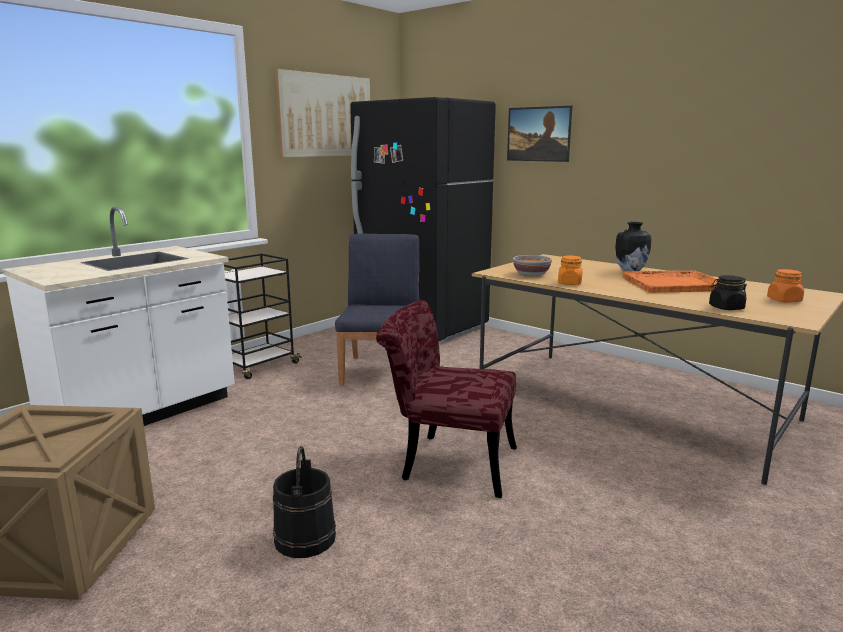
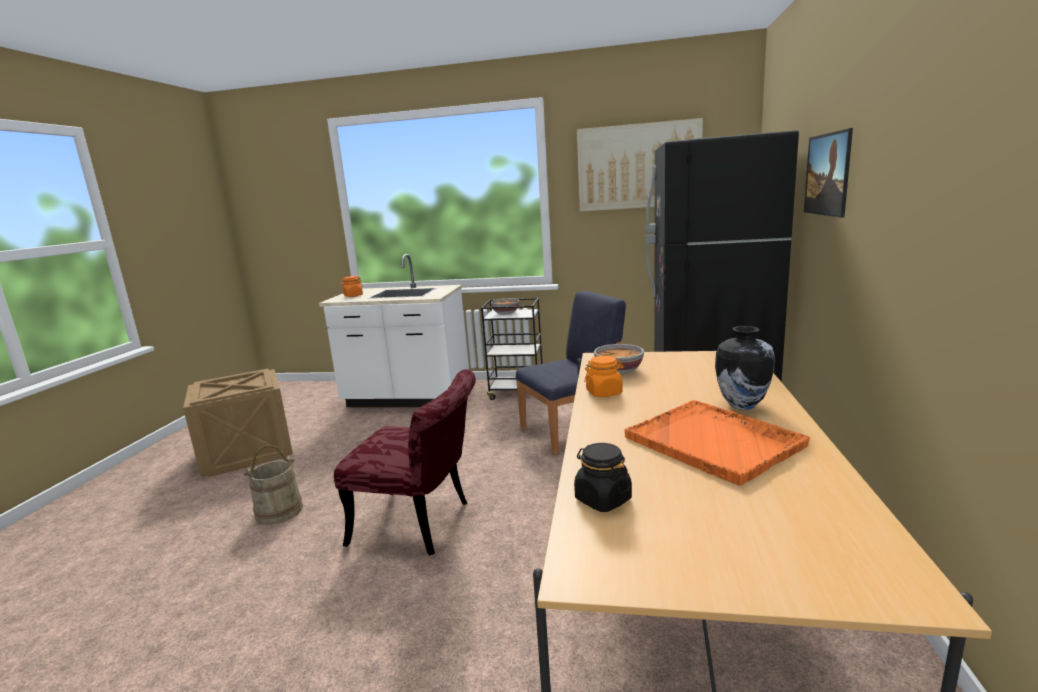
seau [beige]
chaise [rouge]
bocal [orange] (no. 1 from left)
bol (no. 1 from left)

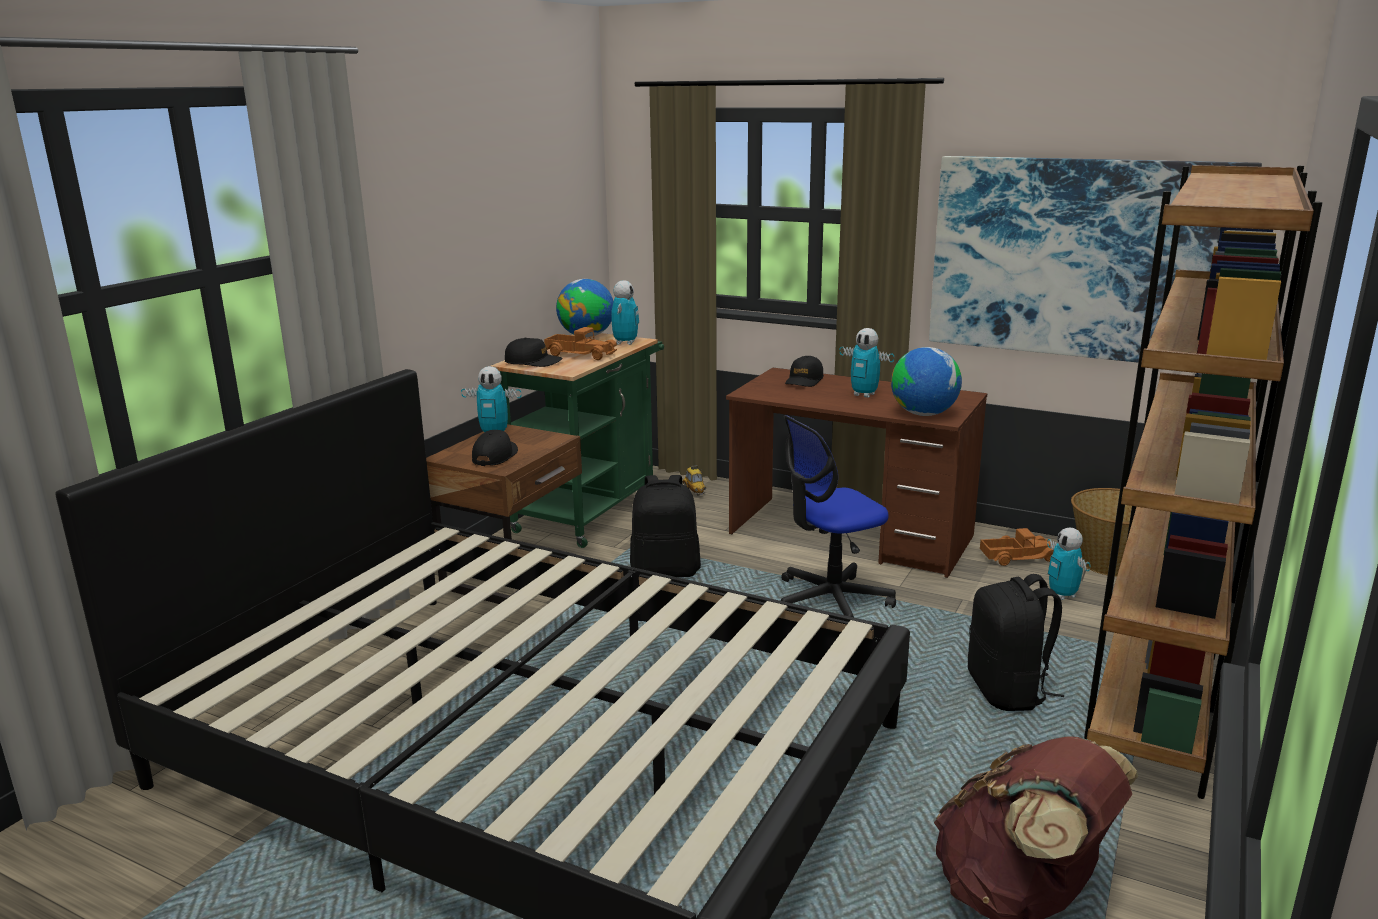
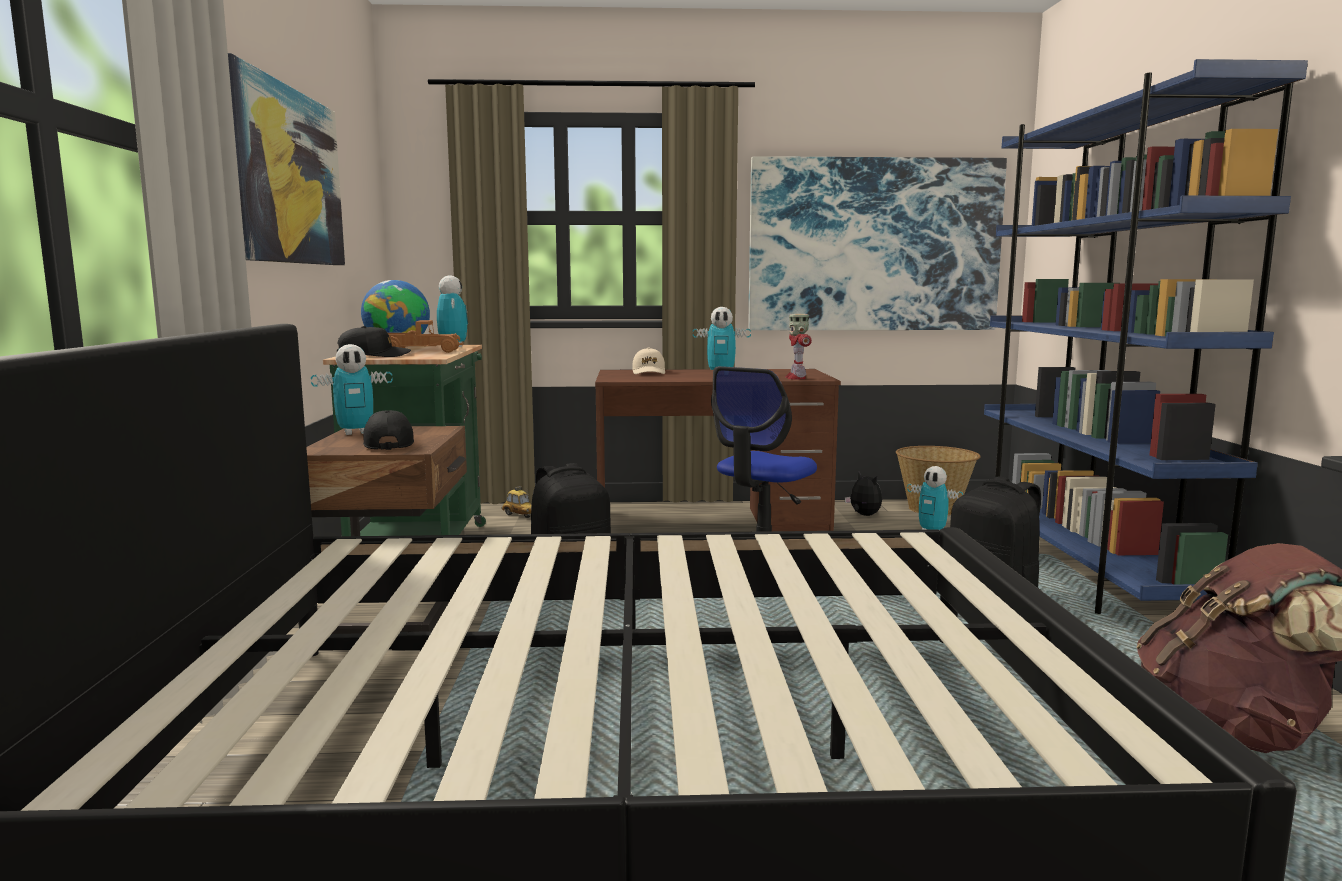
tableau (no. 1 from left)
casquette [beige]
robot jouet (no. 4 from left)
peluche
bibliothèque [bleu]

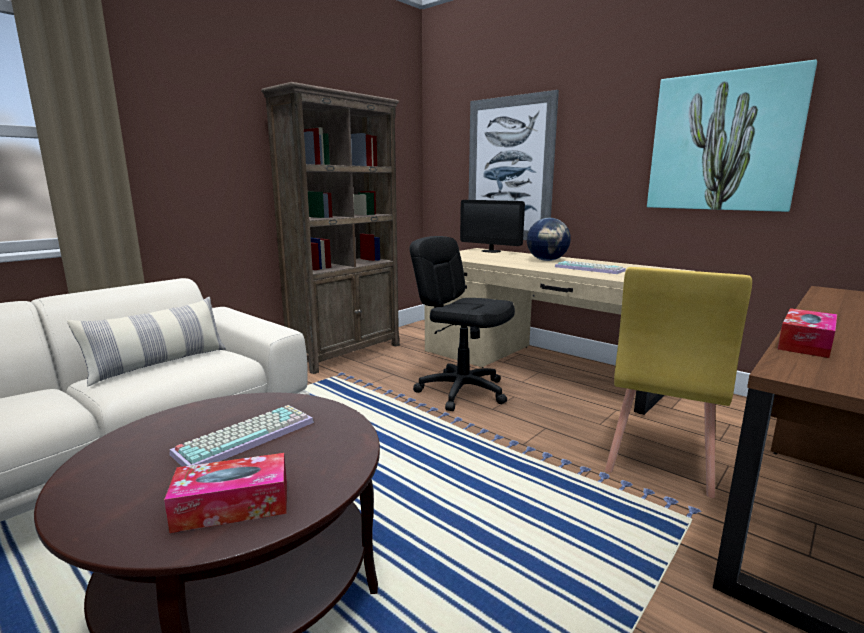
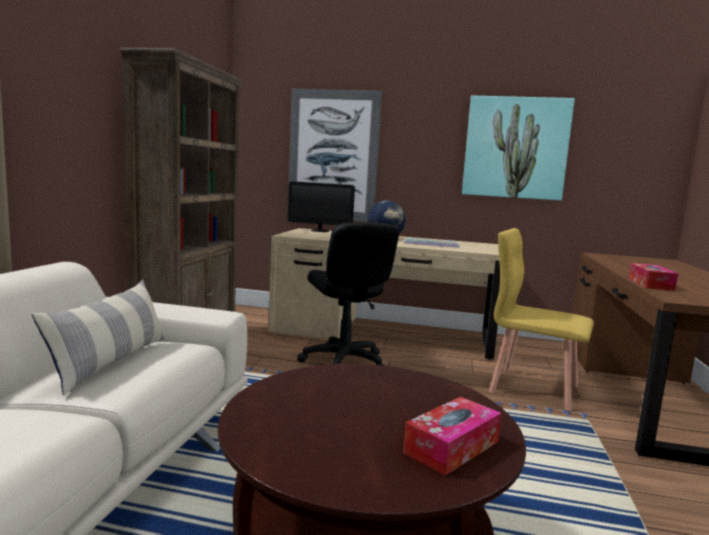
chaise de bureau [noir]
chaise [jaune]
clavier (no. 1 from left in the first image)

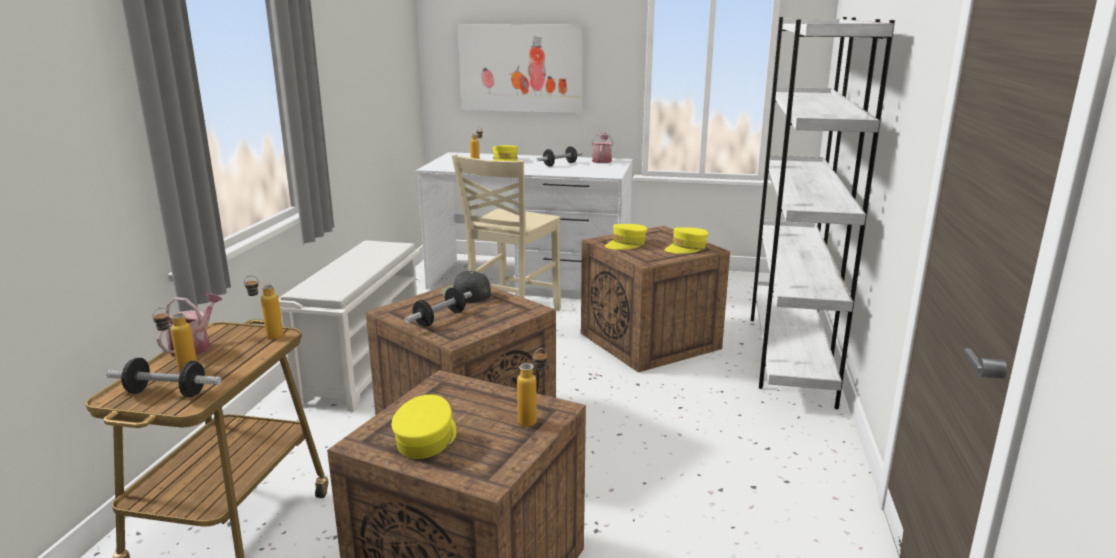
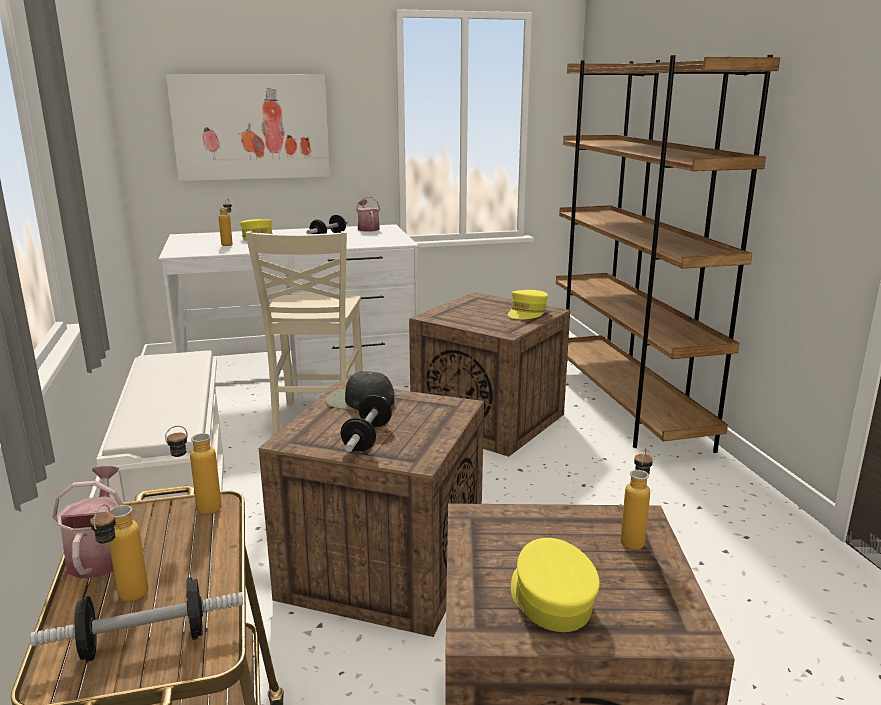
bibliothèque [marron]
casquette [jaune] (no. 3 from left in the first image)

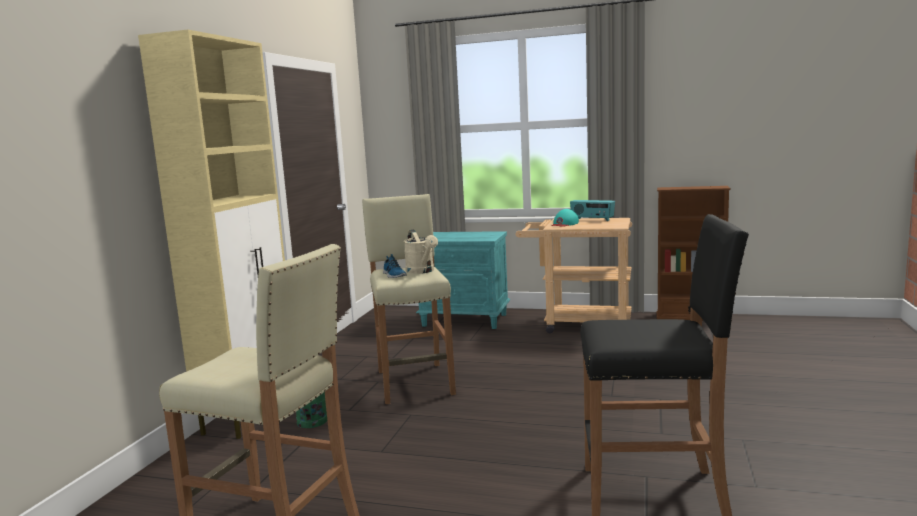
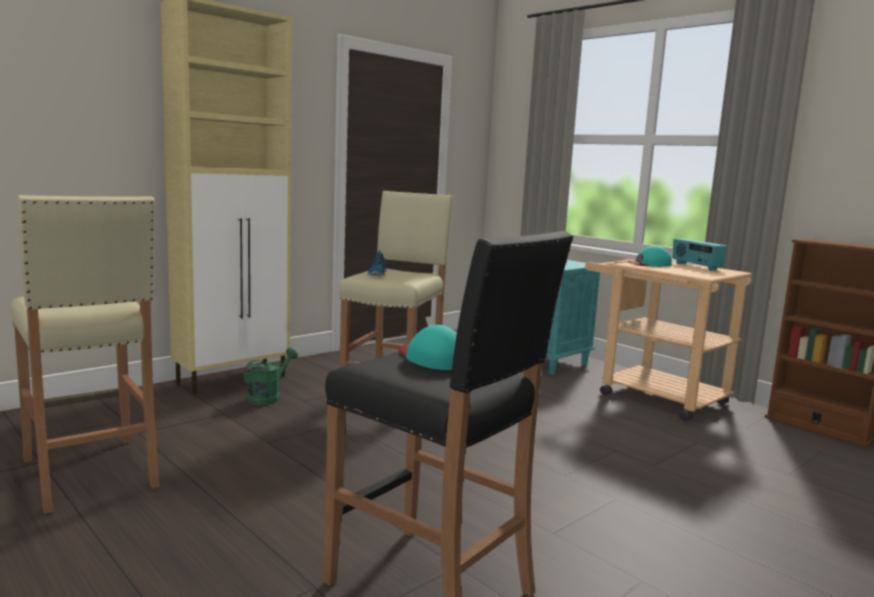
casquette [turquoise] (no. 1 from left)
arrosoir [beige]

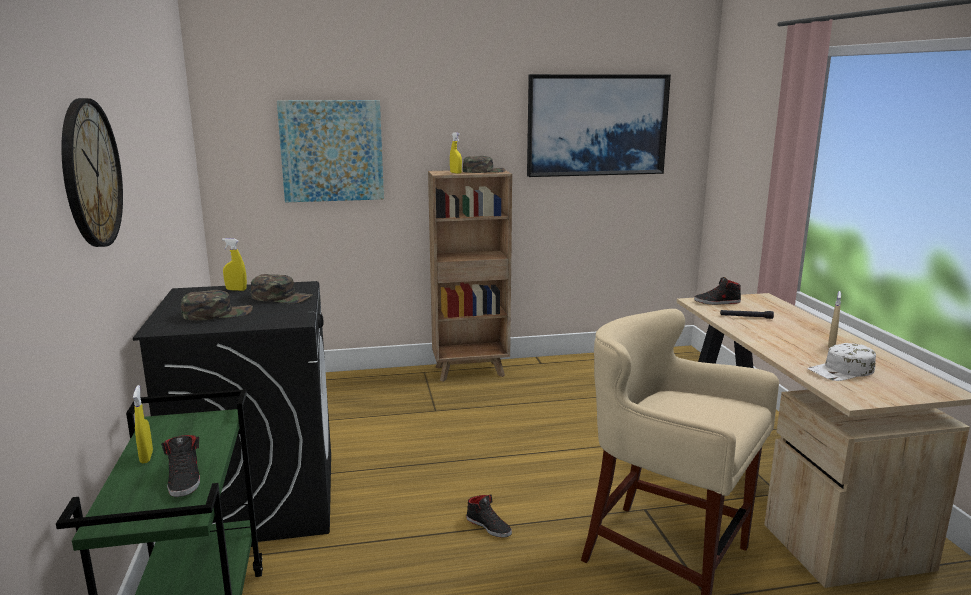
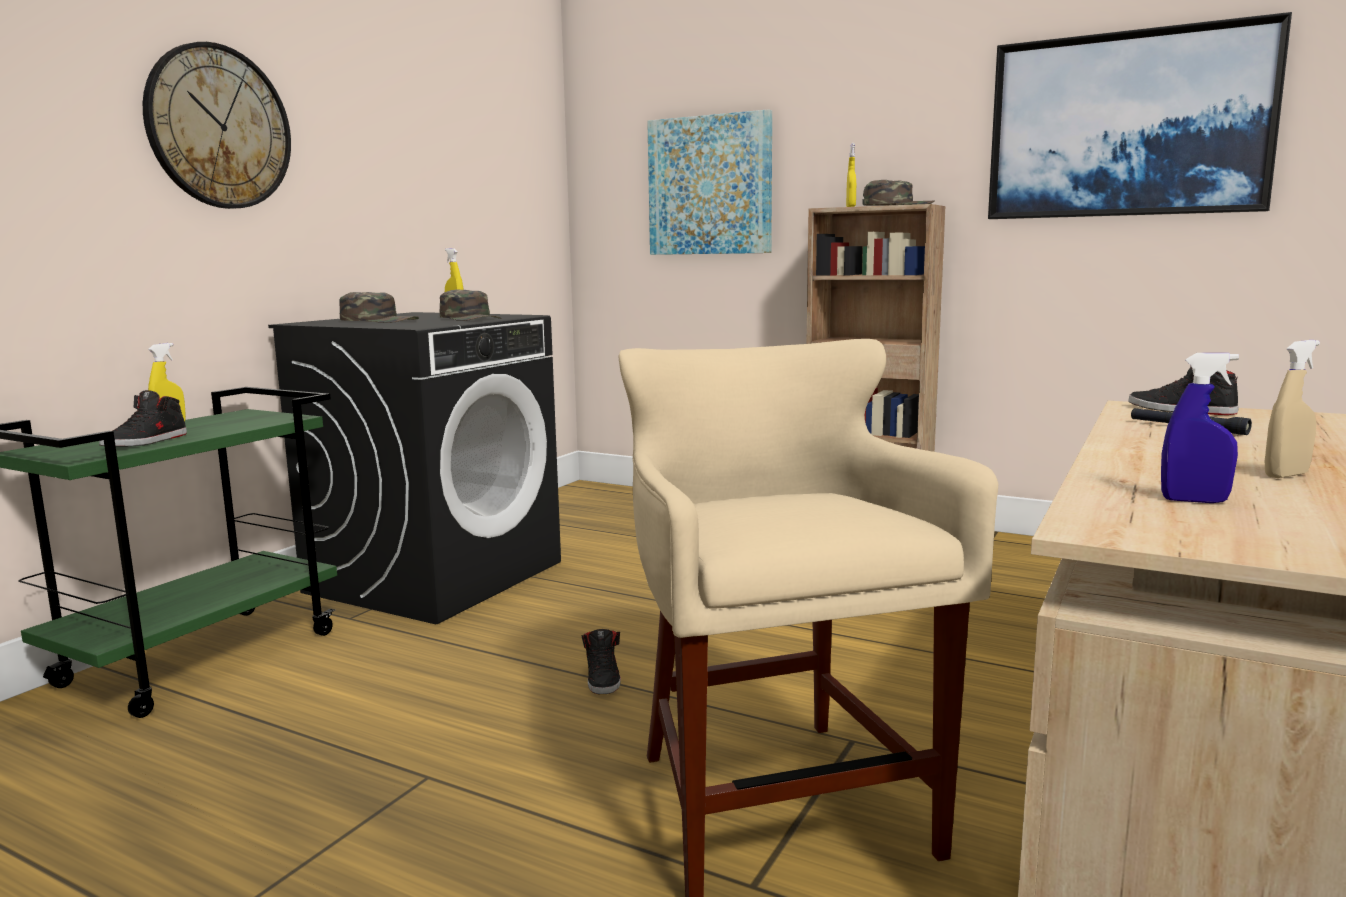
vaporisateur [bleu]

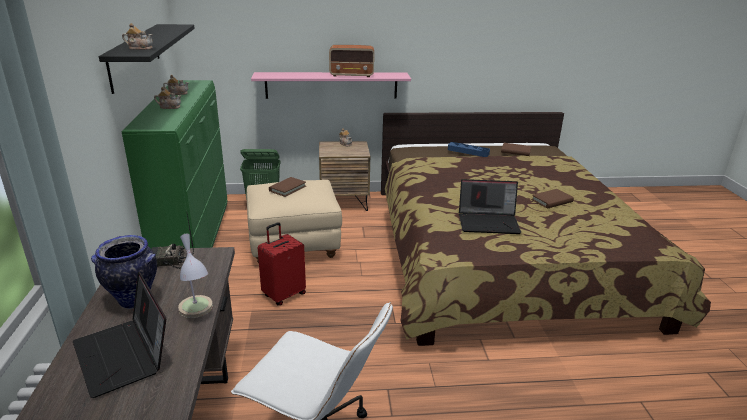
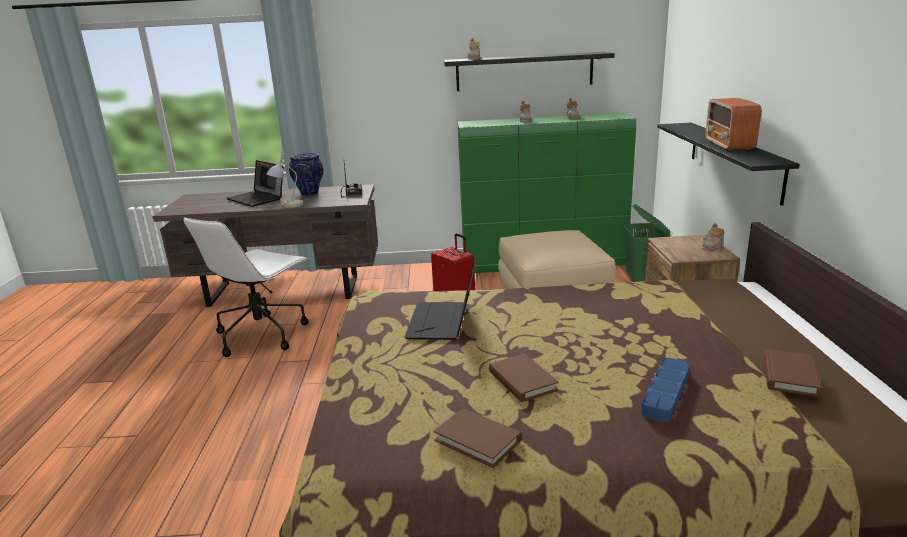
ordinateur portable (no. 1 from left)
livre [marron] (no. 1 from left)
plateau [bleu]
étagère [noir] (no. 2 from left)

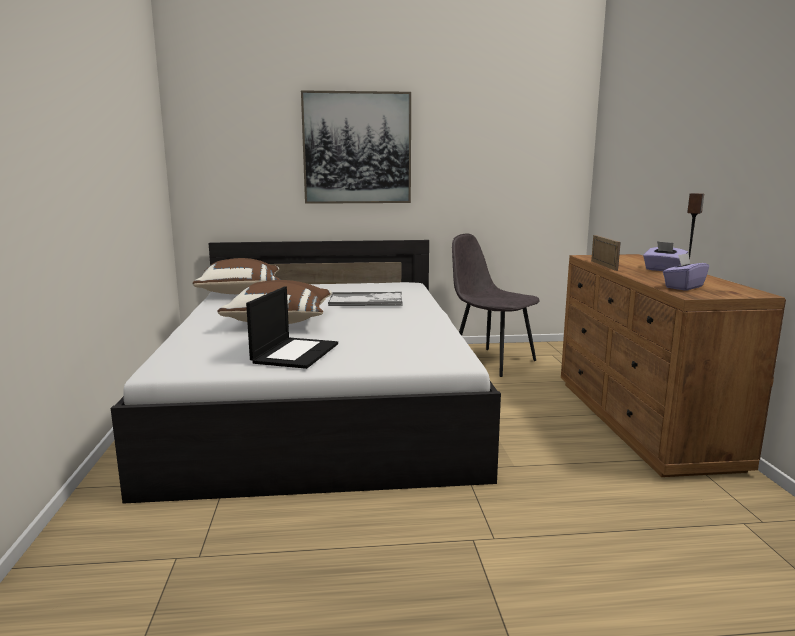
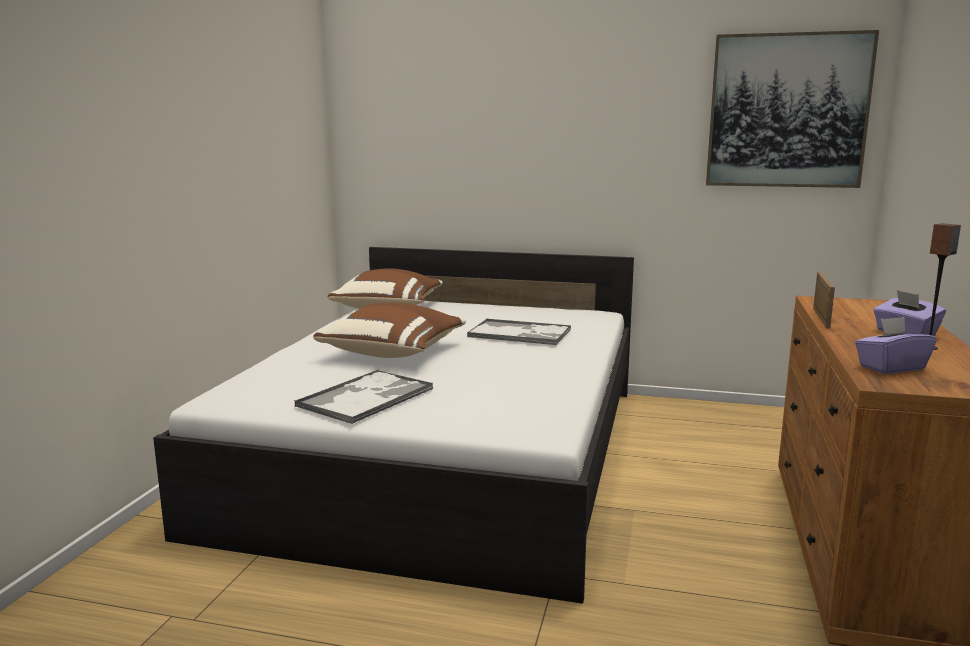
plateau (no. 1 from left)
tableau
chaise [gris]

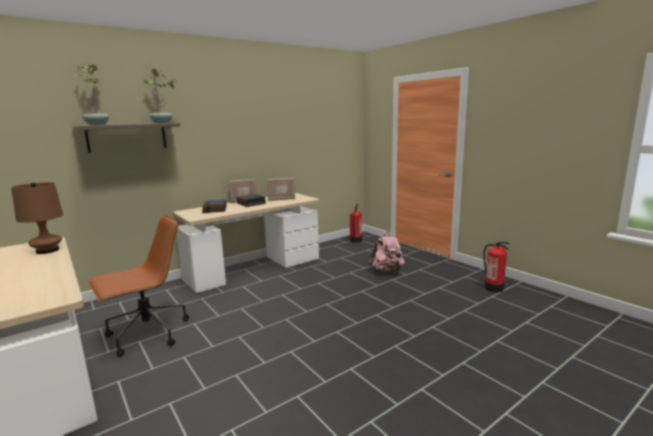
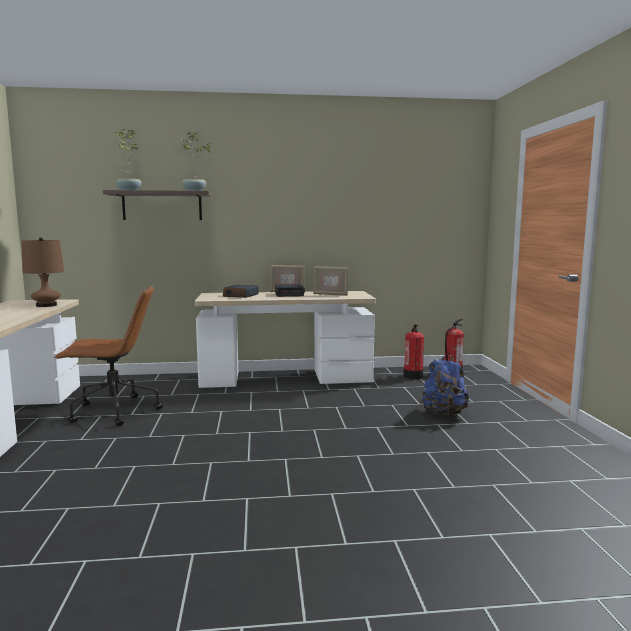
extincteur (no. 1 from left)
sac à dos [bleu]

